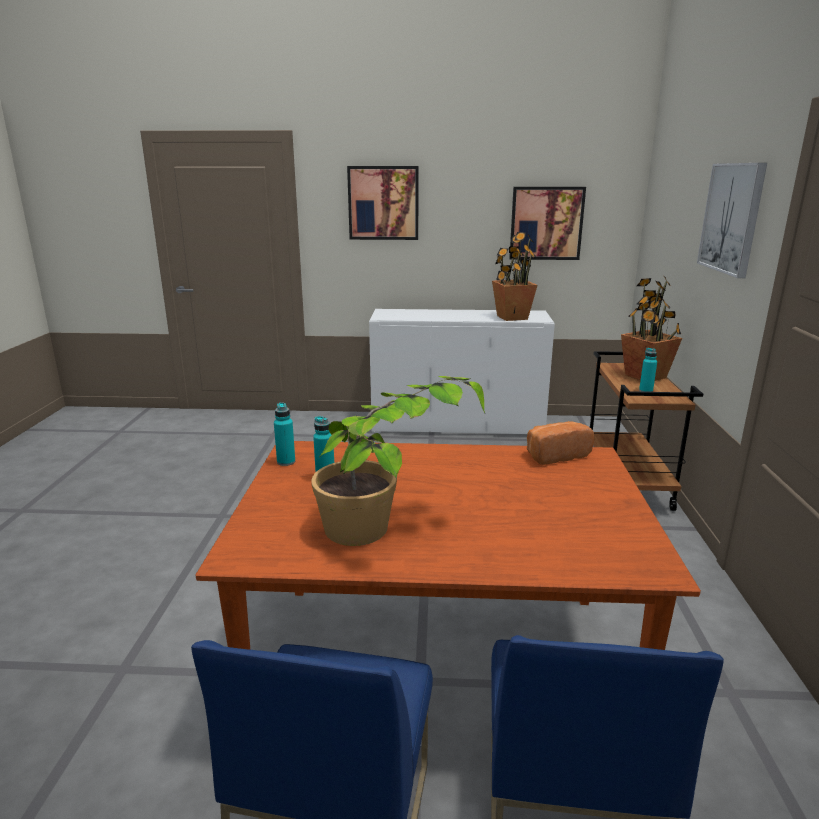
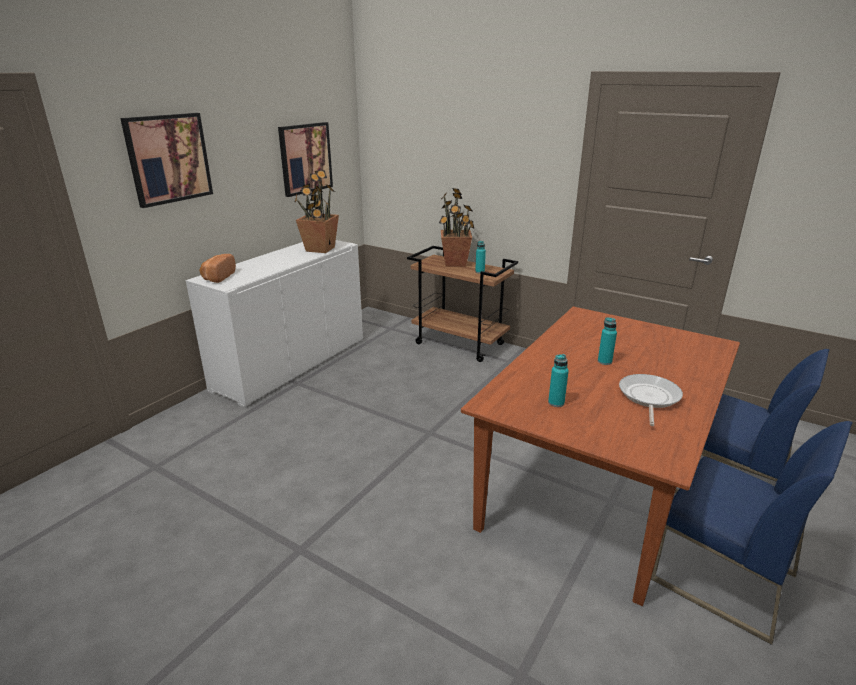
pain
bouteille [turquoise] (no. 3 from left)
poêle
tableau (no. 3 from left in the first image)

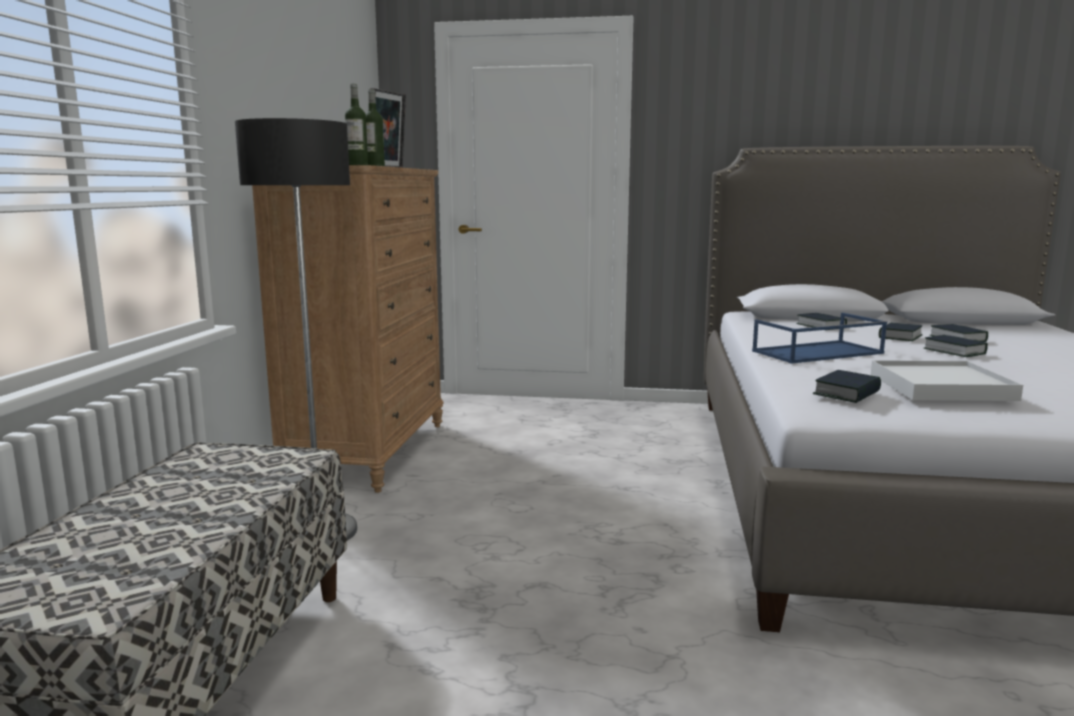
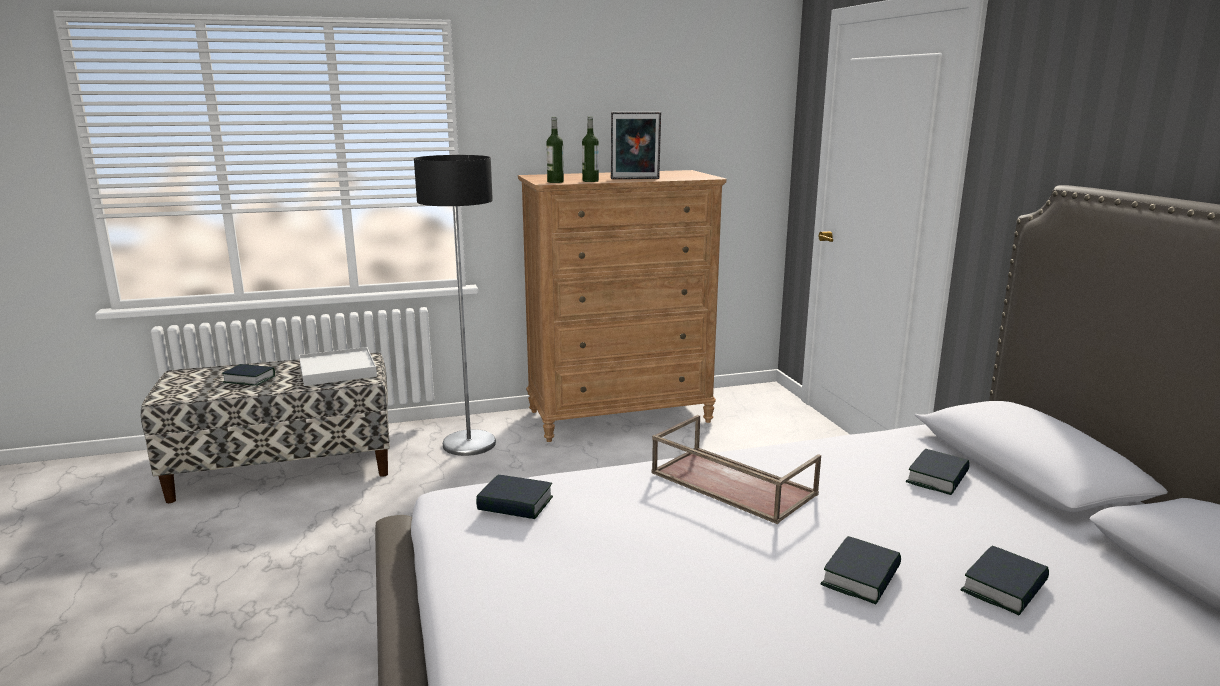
livre (no. 1 from left)
plateau [blanc]
plateau [marron]

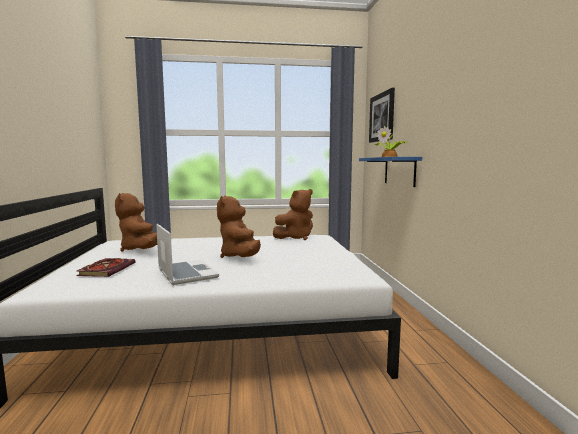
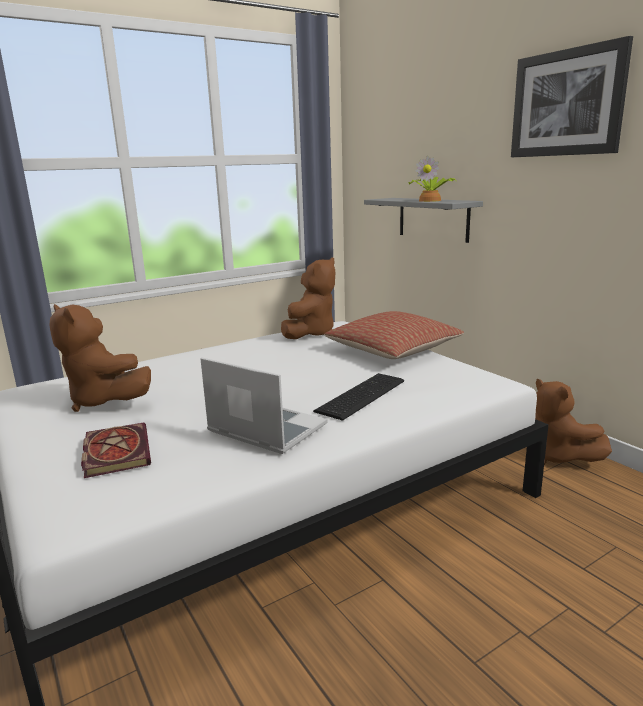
clavier
coussin
étagère [gris]
tableau
peluche [marron] (no. 3 from left)

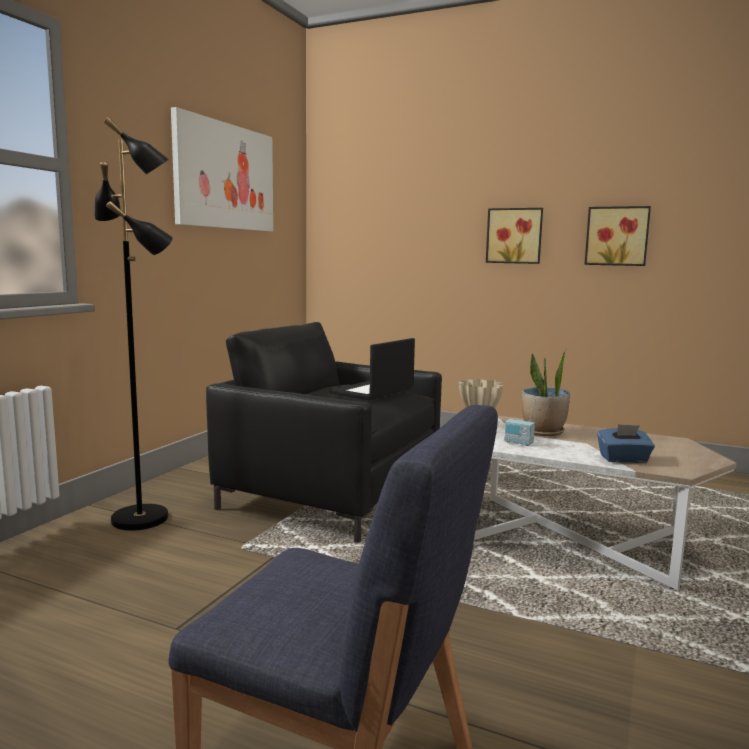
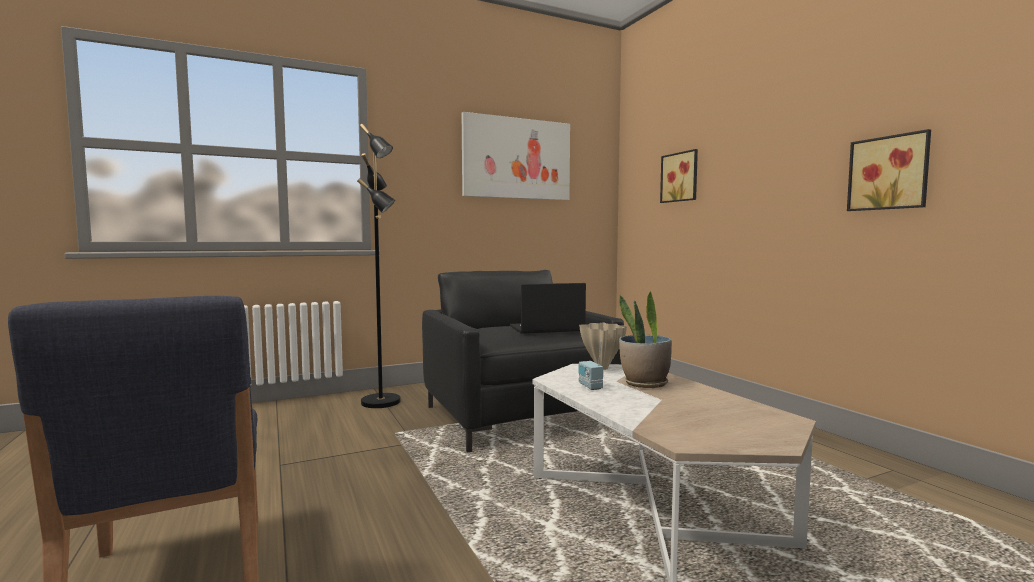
tableau (no. 2 from left)
boîte à mouchoirs [bleu]

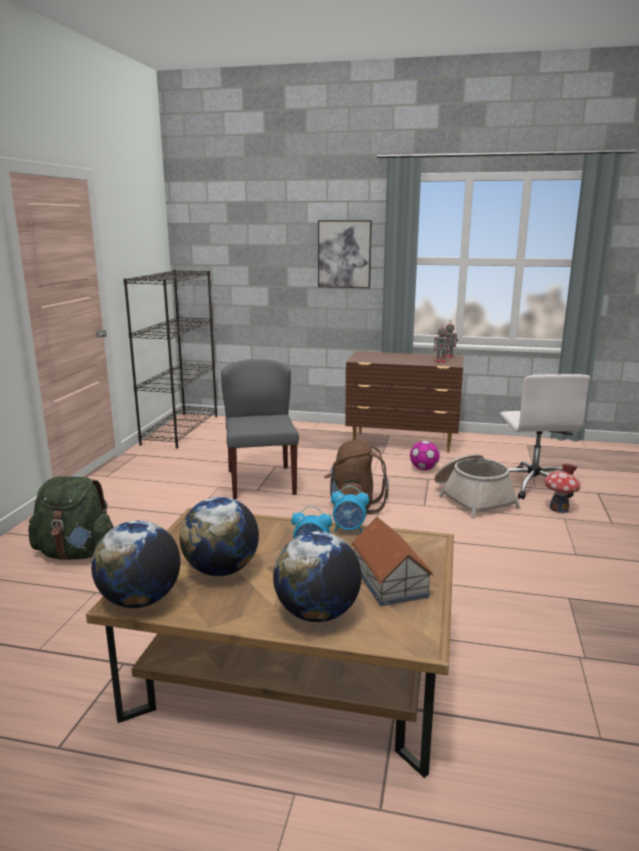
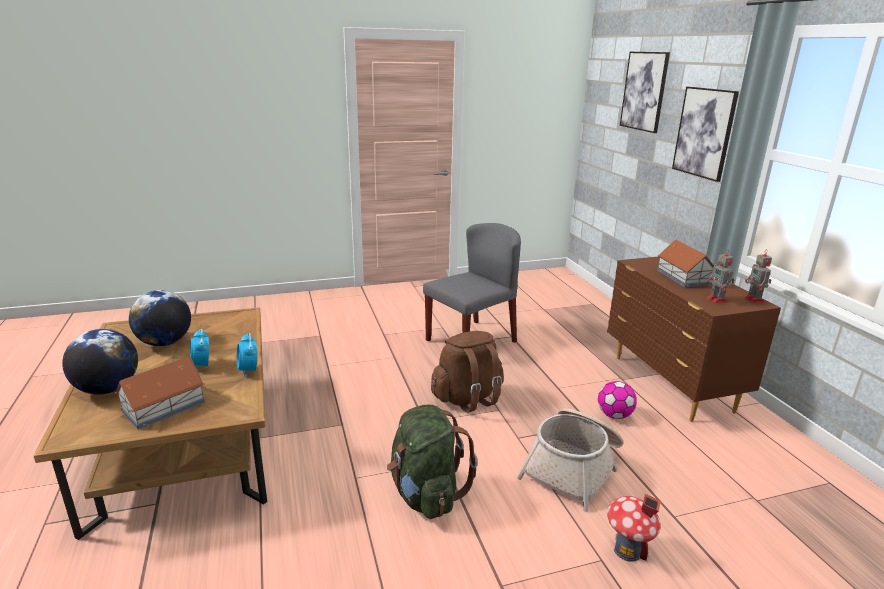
sac à dos [vert]
tableau (no. 1 from left)
maison miniature (no. 3 from left)
globe (no. 1 from left in the first image)
bibliothèque [noir]
chaise de bureau [blanc]

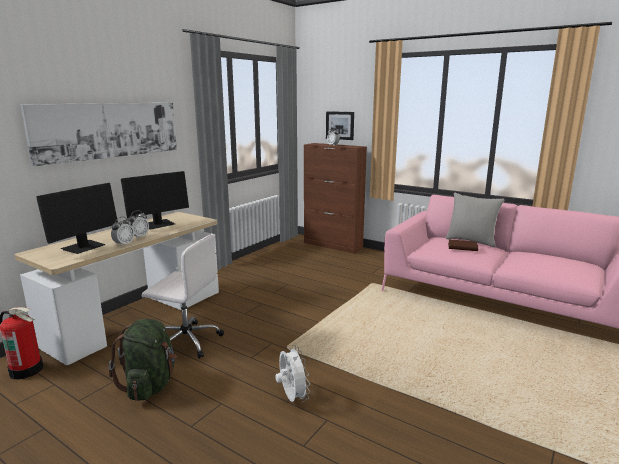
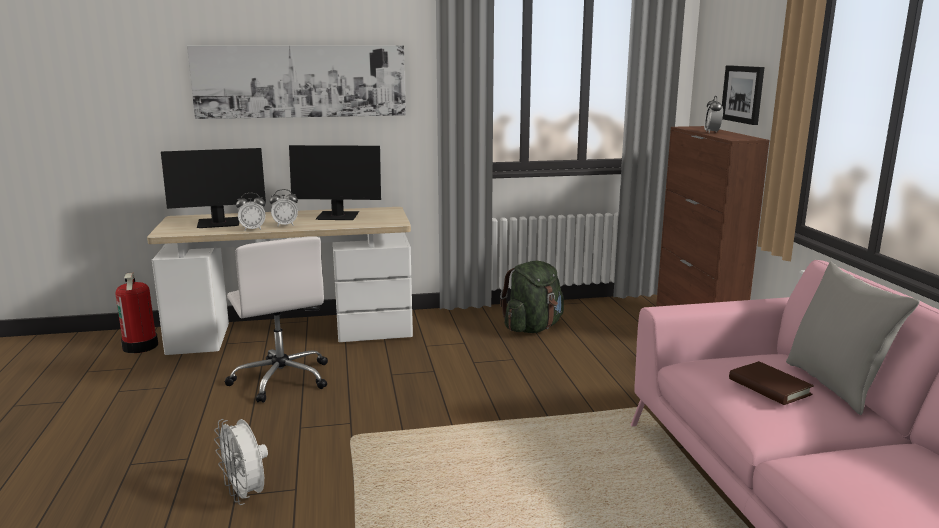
ventilateur [blanc]
sac à dos [vert]

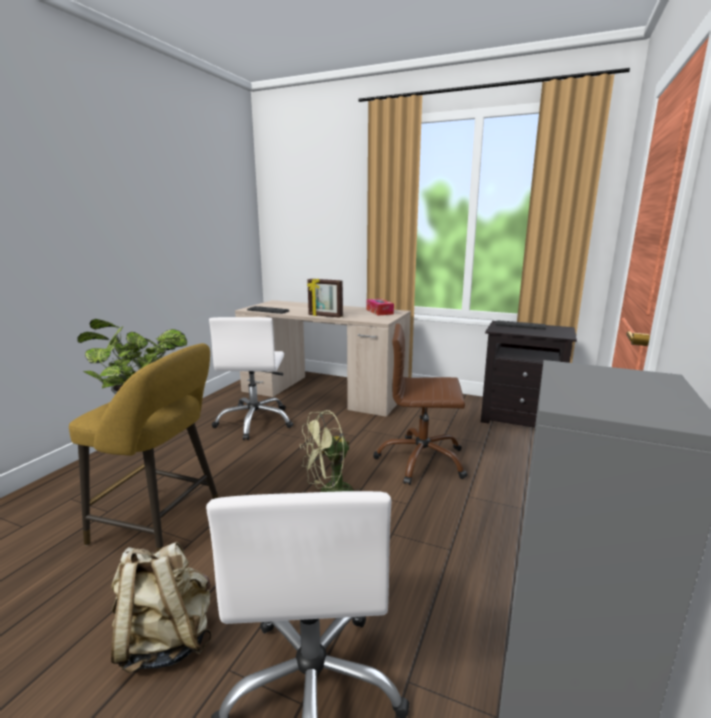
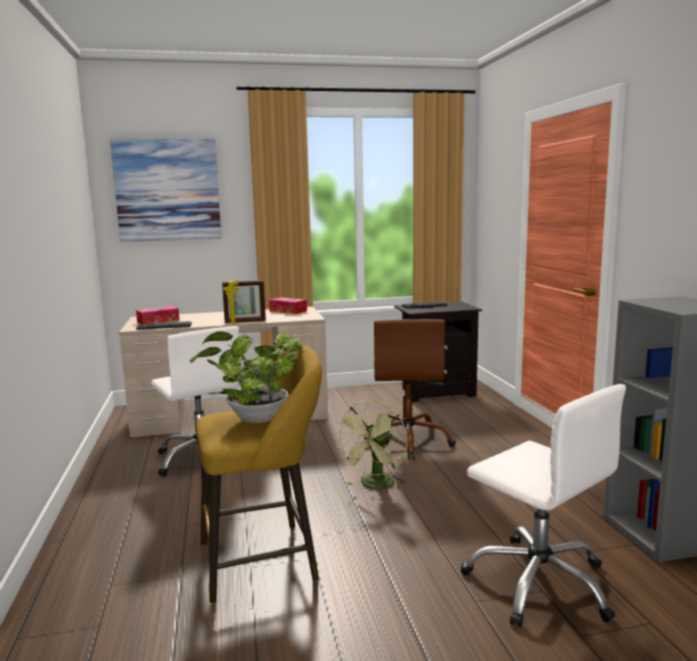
tableau
boîte à mouchoirs (no. 1 from left)
chaise de bureau [marron]
sac à dos [beige]

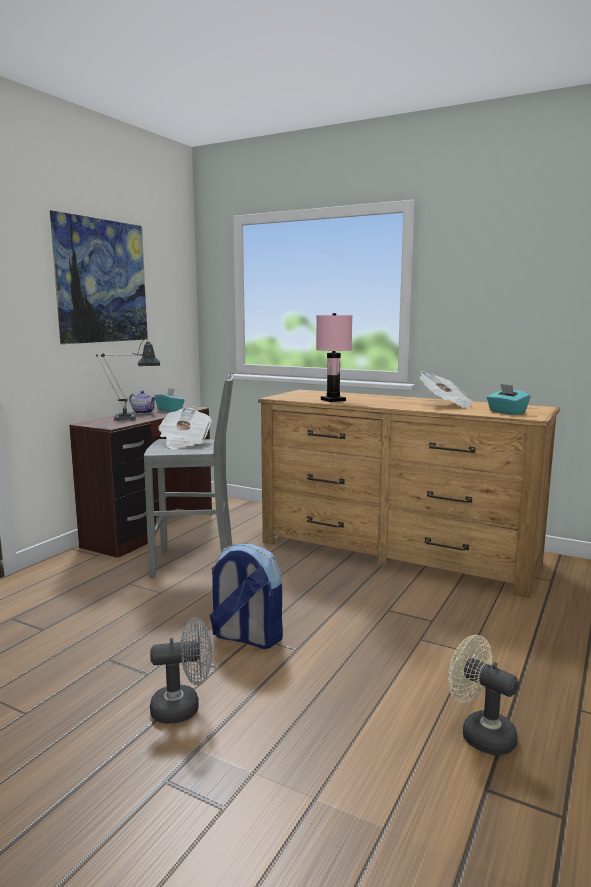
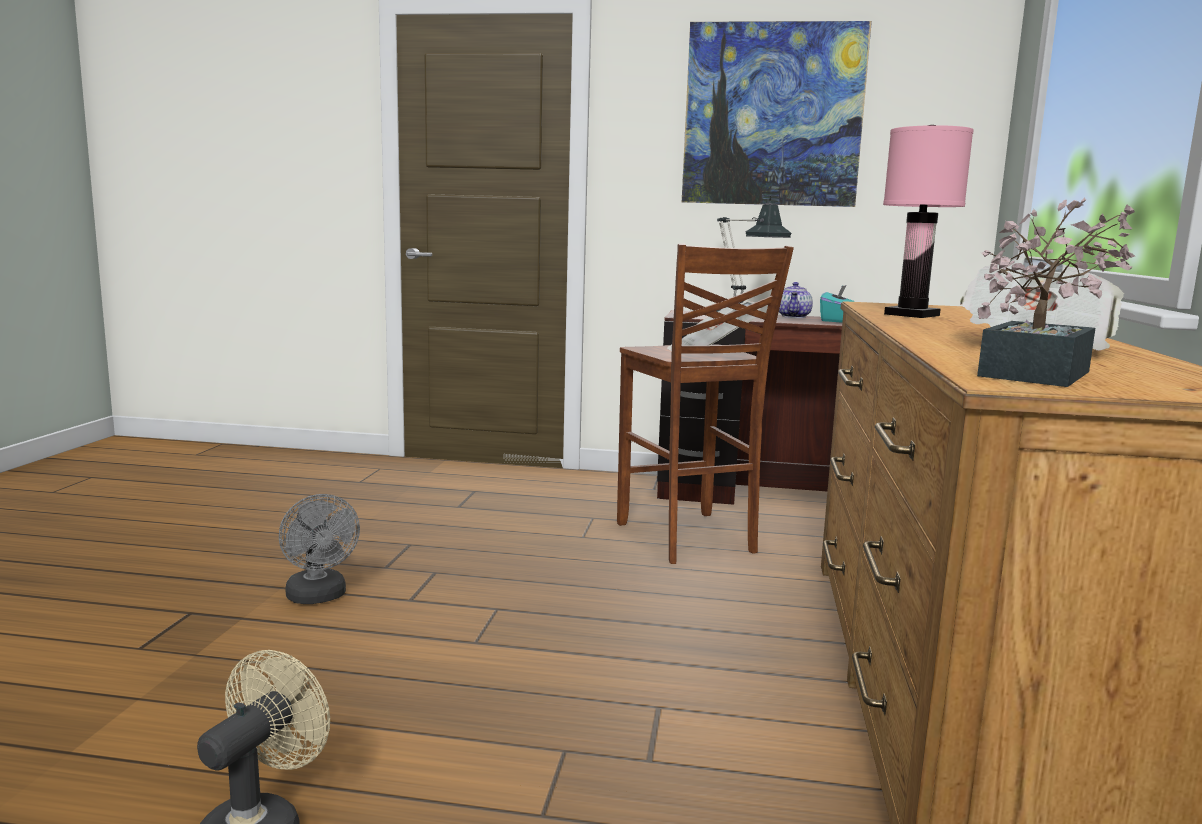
tabouret [marron]
plante en pot
sac à dos

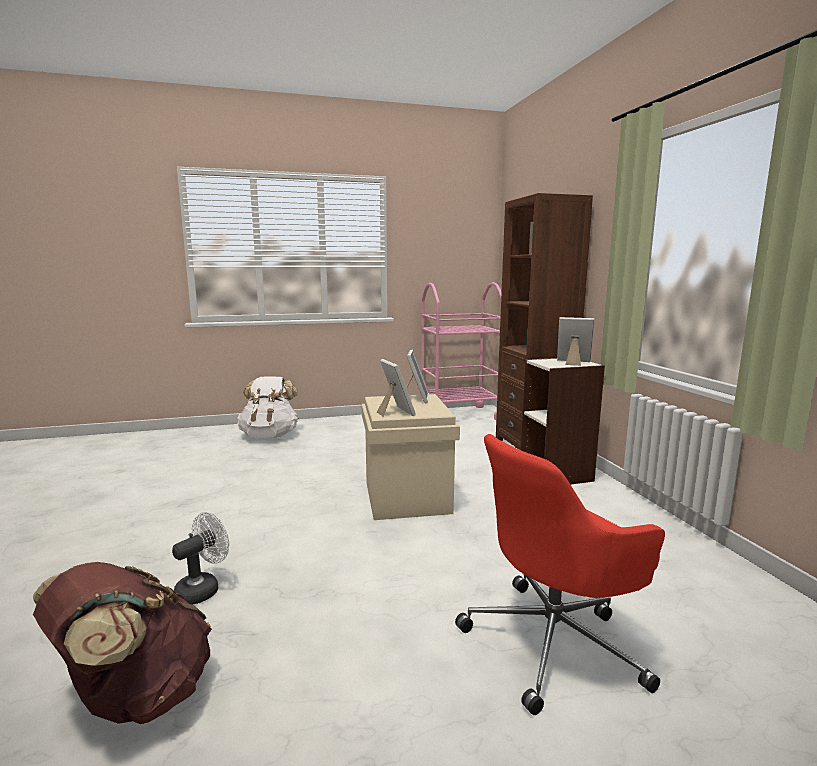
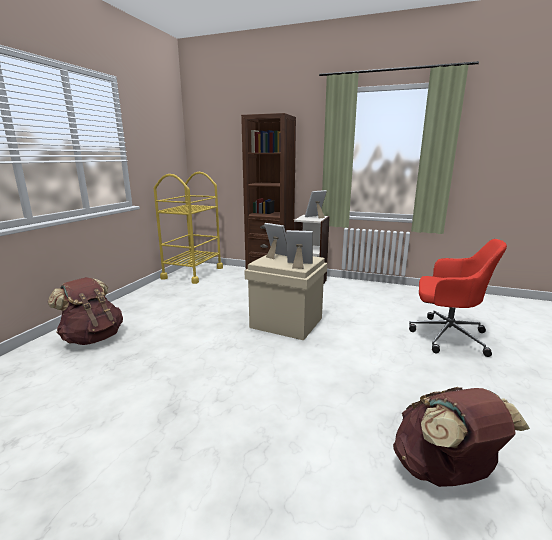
sac à dos [marron] (no. 1 from left)
chariot [jaune]
chaise de bureau [rouge]
ventilateur [blanc]

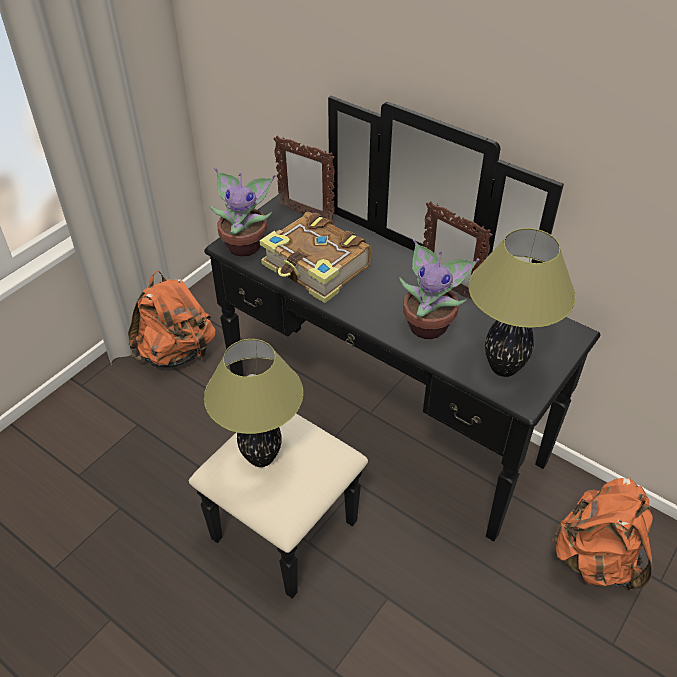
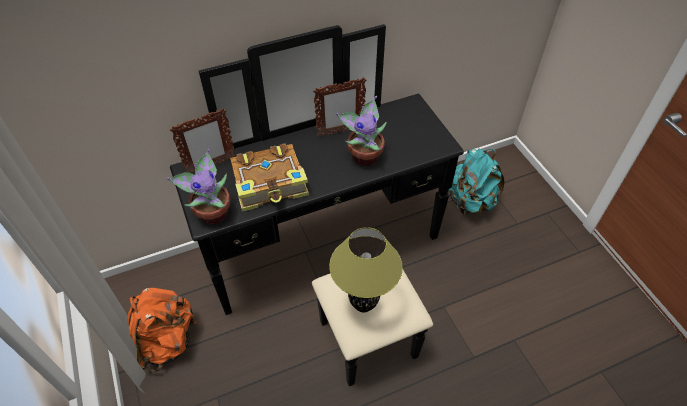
sac à dos [turquoise]
lampe de table (no. 2 from left in the first image)

